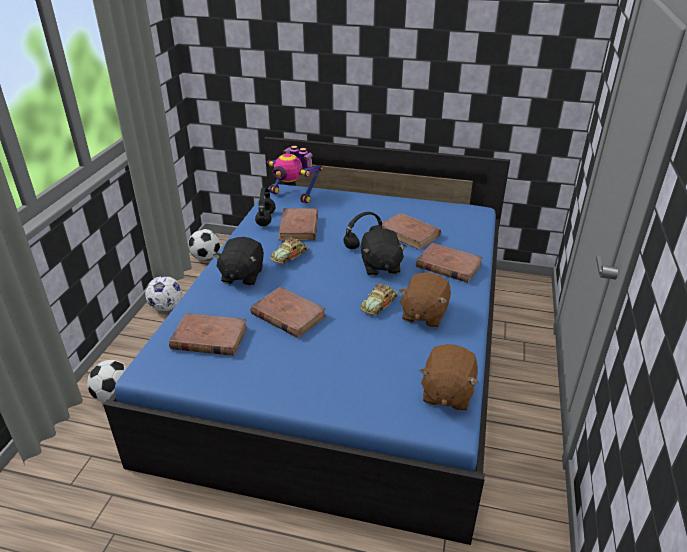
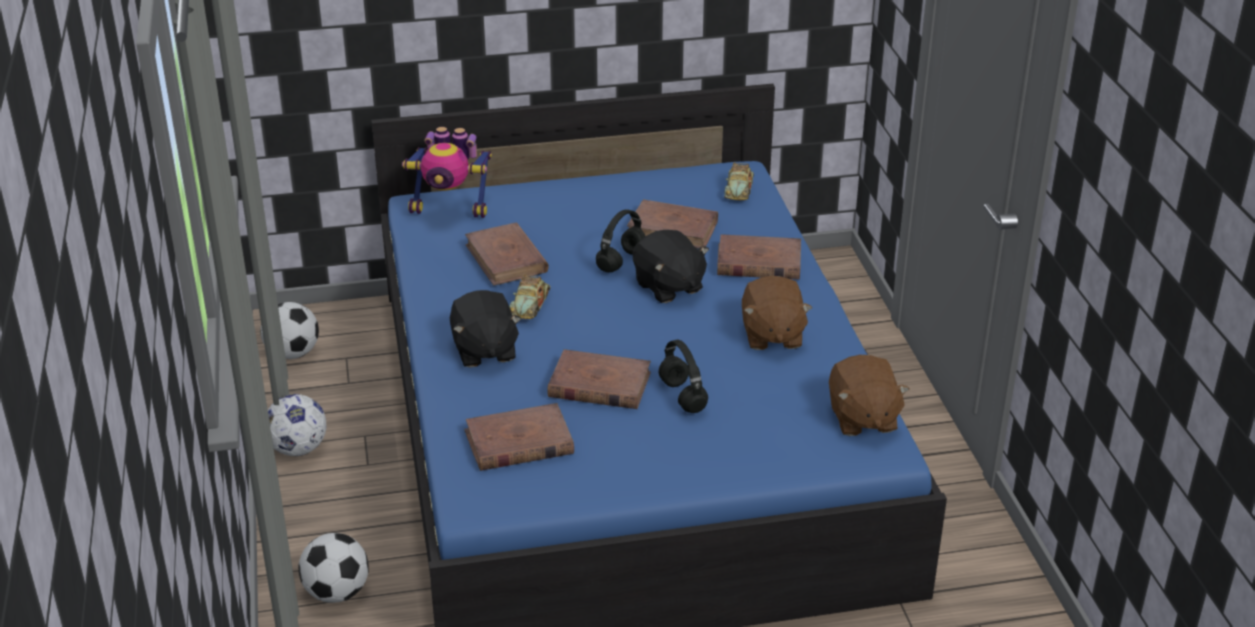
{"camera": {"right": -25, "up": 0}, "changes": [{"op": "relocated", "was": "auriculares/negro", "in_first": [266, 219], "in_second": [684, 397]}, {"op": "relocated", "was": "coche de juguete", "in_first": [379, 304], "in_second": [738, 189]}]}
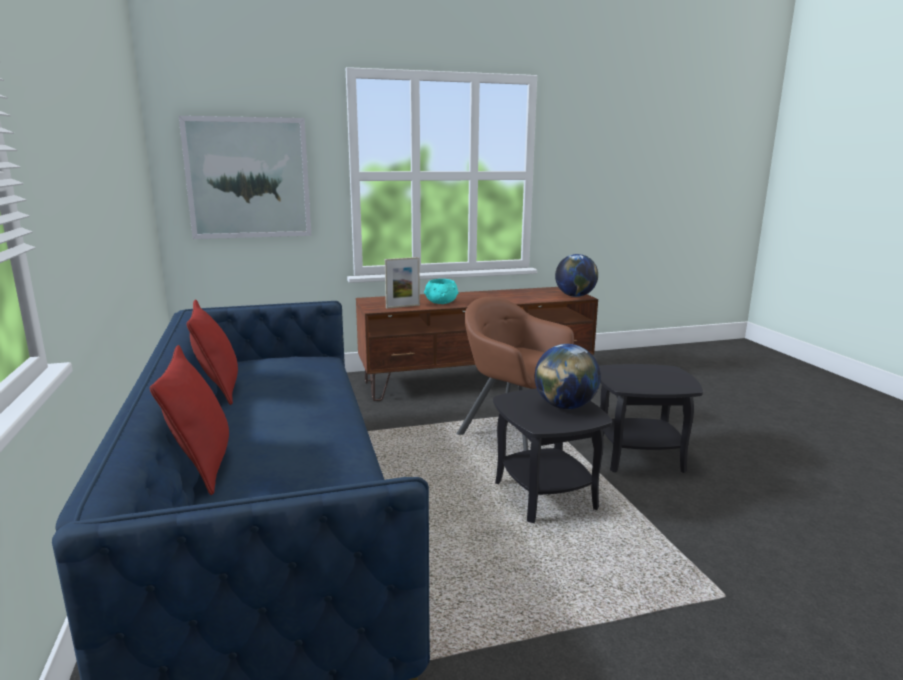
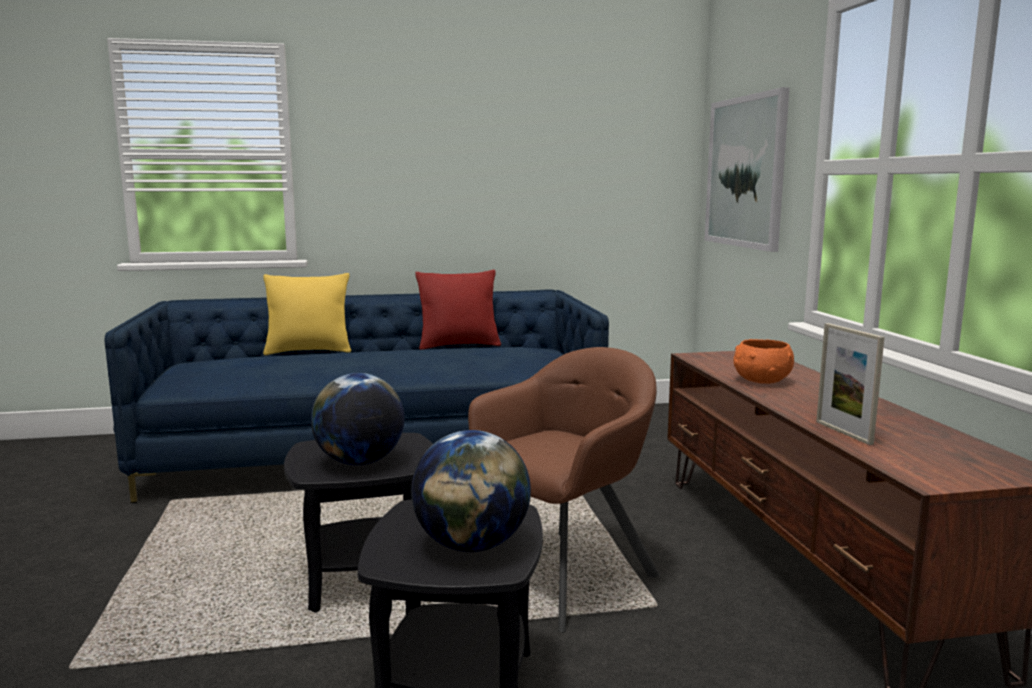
{"camera": {"right": 95, "up": -5}, "changes": [{"op": "relocated", "was": "globo terráqueo", "in_first": [575, 296], "in_second": [472, 545]}, {"op": "relocated", "was": "portarretratos", "in_first": [403, 306], "in_second": [843, 432]}, {"op": "colour", "was": "cuenco/turquesa", "now": "cuenco/naranja", "in_first": [441, 303], "in_second": [761, 381]}, {"op": "colour", "was": "cojín/rojo", "now": "cojín/amarillo", "in_first": [202, 466], "in_second": [309, 351]}]}
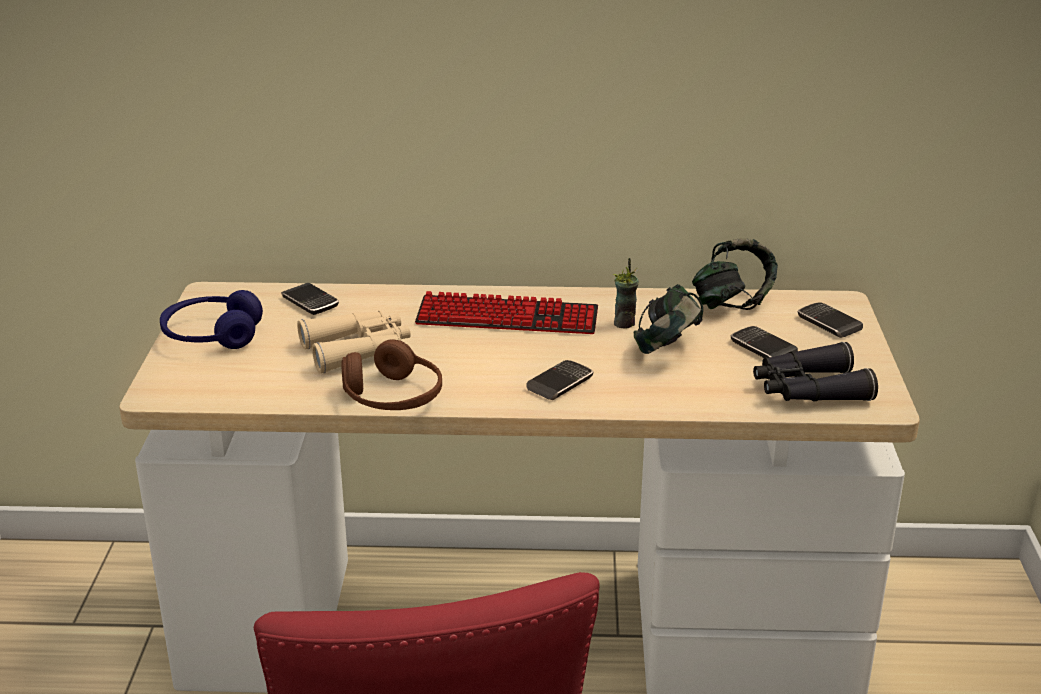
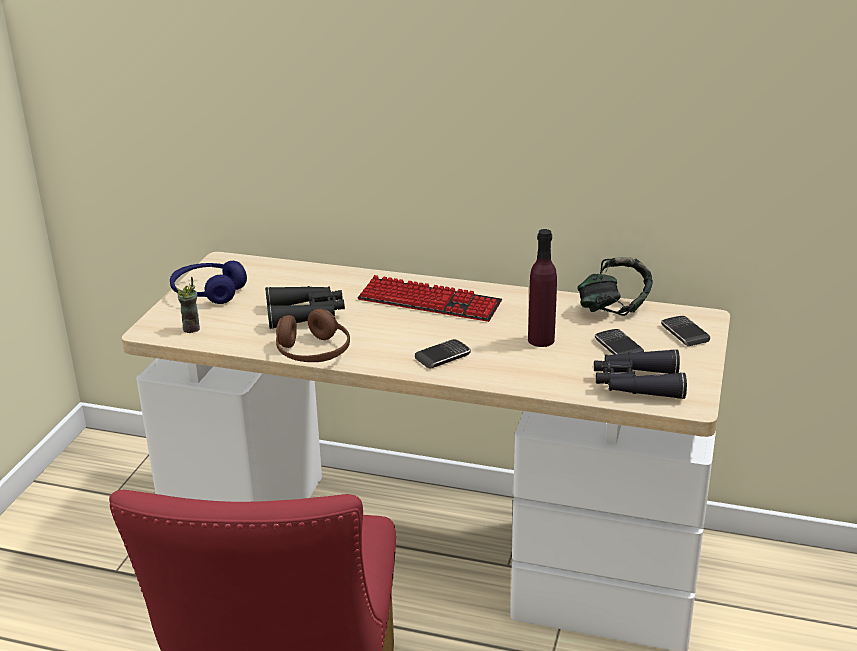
{"camera": {"right": 15, "up": 0}, "changes": [{"op": "relocated", "was": "taza", "in_first": [624, 323], "in_second": [192, 329]}, {"op": "missing", "was": "móvil", "in_first": [310, 302]}, {"op": "exchanged", "was": "auriculares", "now": "botella/morado", "in_first": [668, 349], "in_second": [541, 340]}, {"op": "colour", "was": "prismáticos/beis", "now": "prismáticos/negro", "in_first": [357, 350], "in_second": [306, 314]}]}
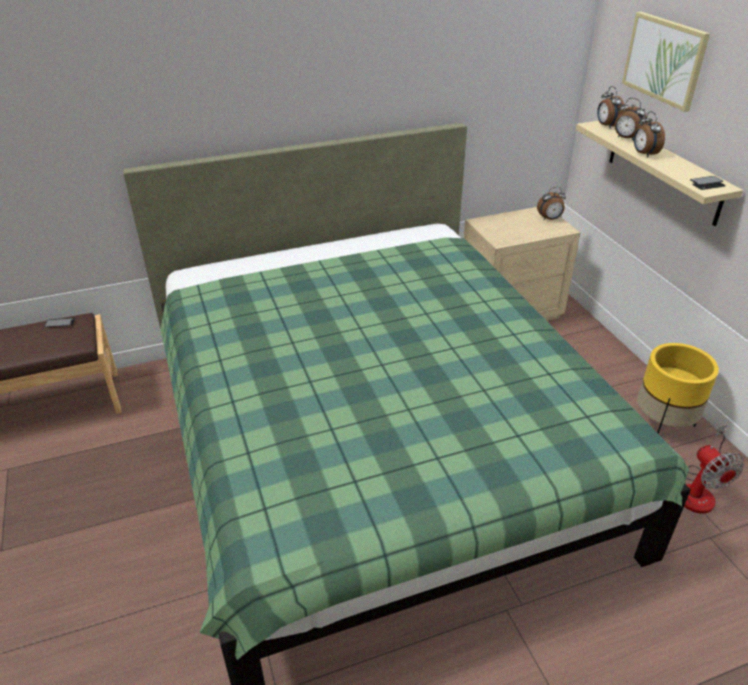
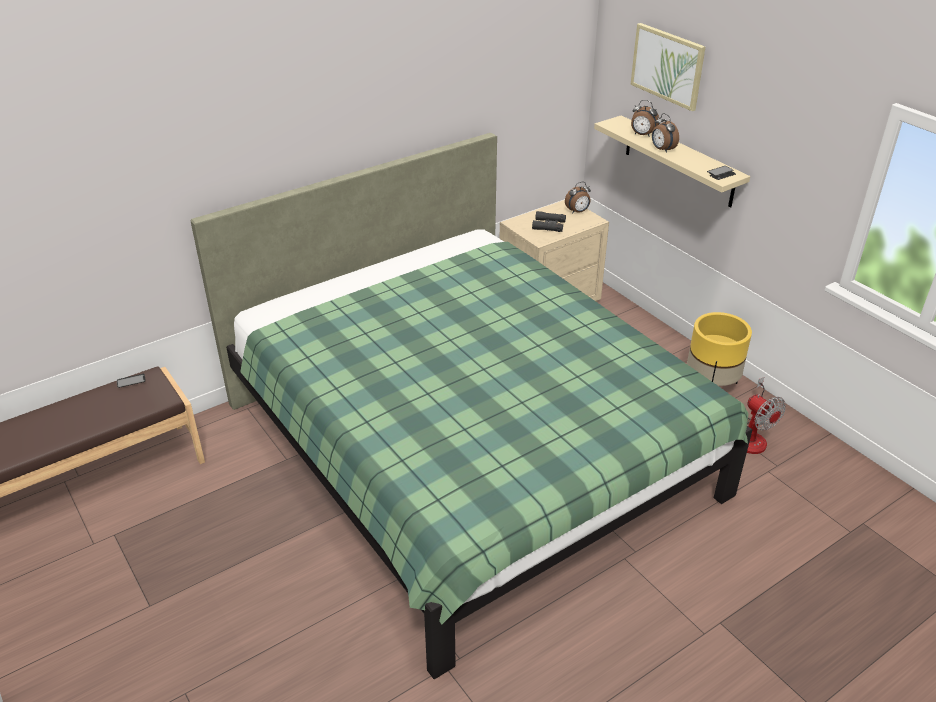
{"camera": {"right": -15, "up": 0}, "changes": [{"op": "missing", "was": "despertador", "in_first": [606, 126]}, {"op": "appeared", "now": "prismáticos/negro", "in_second": [549, 225]}]}
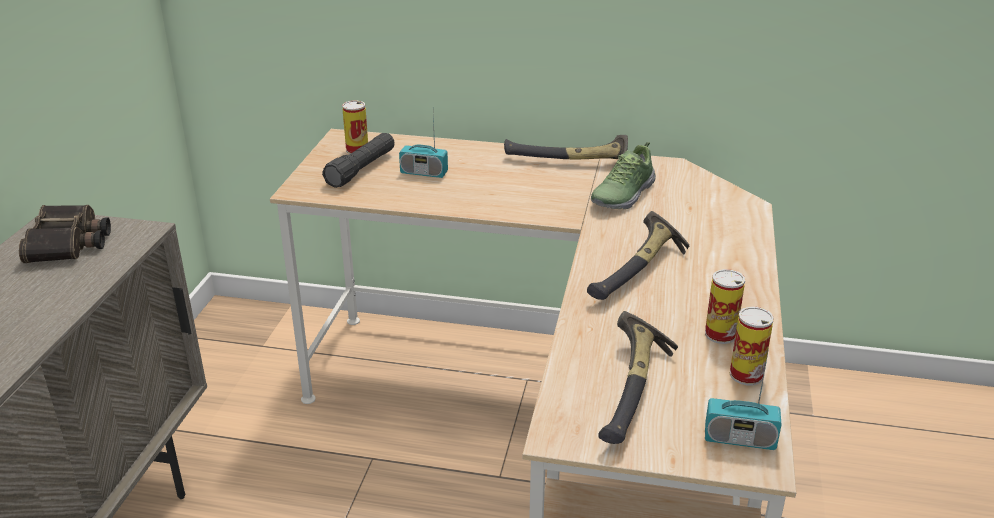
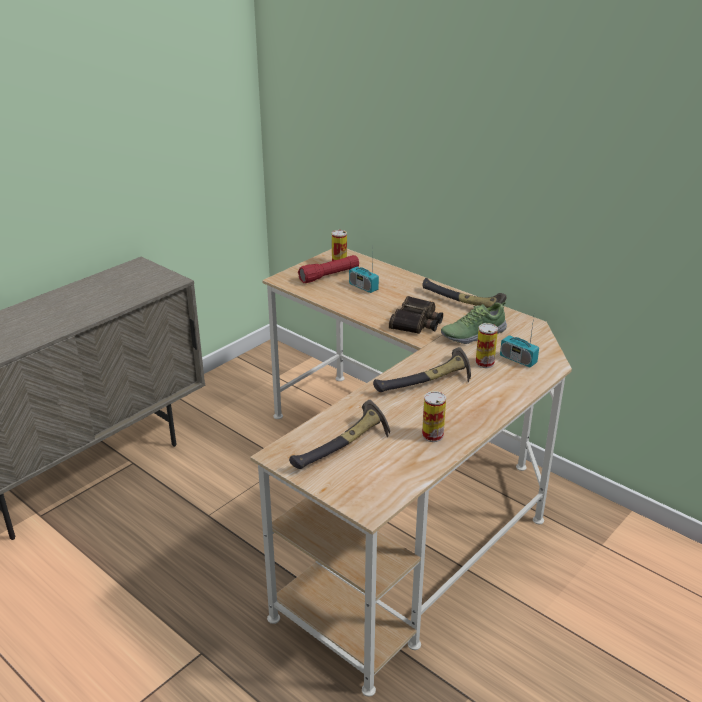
{"camera": {"right": 30, "up": 0}, "changes": [{"op": "colour", "was": "linterna/negro", "now": "linterna/rojo", "in_first": [361, 169], "in_second": [329, 276]}, {"op": "relocated", "was": "prismáticos", "in_first": [69, 243], "in_second": [417, 322]}, {"op": "relocated", "was": "lata", "in_first": [746, 375], "in_second": [484, 363]}, {"op": "relocated", "was": "radio", "in_first": [739, 439], "in_second": [518, 360]}]}
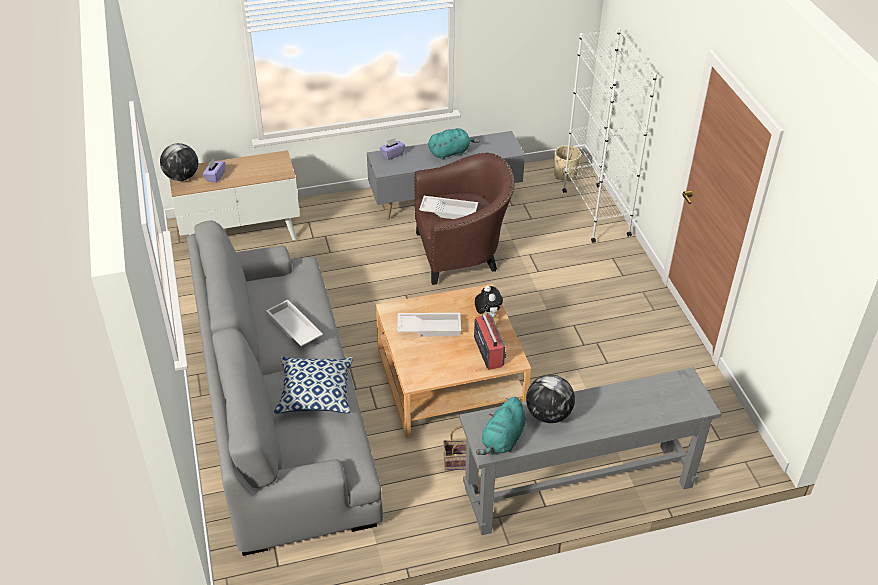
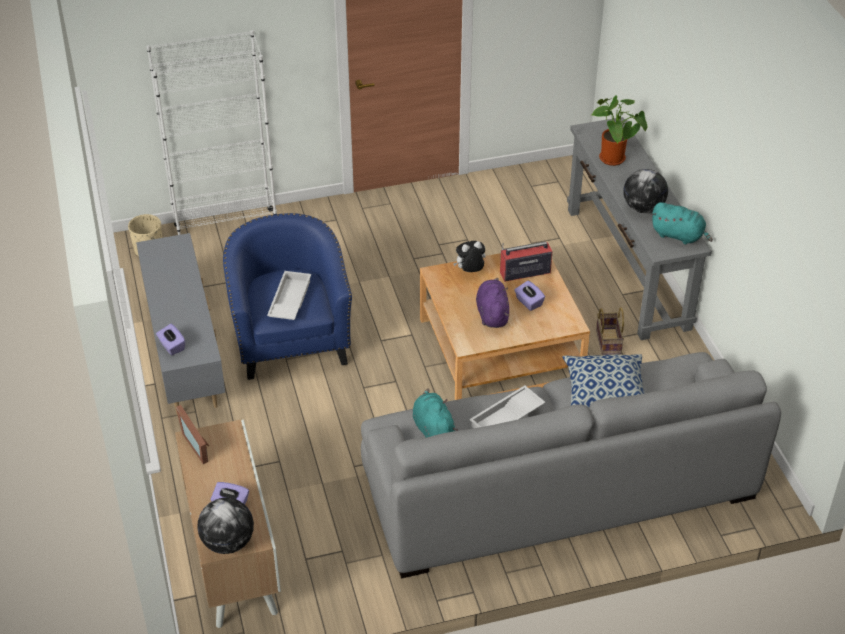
{"camera": {"right": -90, "up": 0}, "changes": [{"op": "relocated", "was": "peluche/turquesa", "in_first": [450, 152], "in_second": [433, 429]}, {"op": "colour", "was": "sillón/marrón", "now": "sillón/azul", "in_first": [462, 253], "in_second": [291, 340]}, {"op": "exchanged", "was": "bandeja/blanco", "now": "peluche/morado", "in_first": [429, 327], "in_second": [492, 314]}, {"op": "appeared", "now": "planta en maceta", "in_second": [614, 160]}, {"op": "appeared", "now": "caja de pañuelos/morado", "in_second": [528, 302]}, {"op": "appeared", "now": "portarretratos", "in_second": [198, 444]}]}
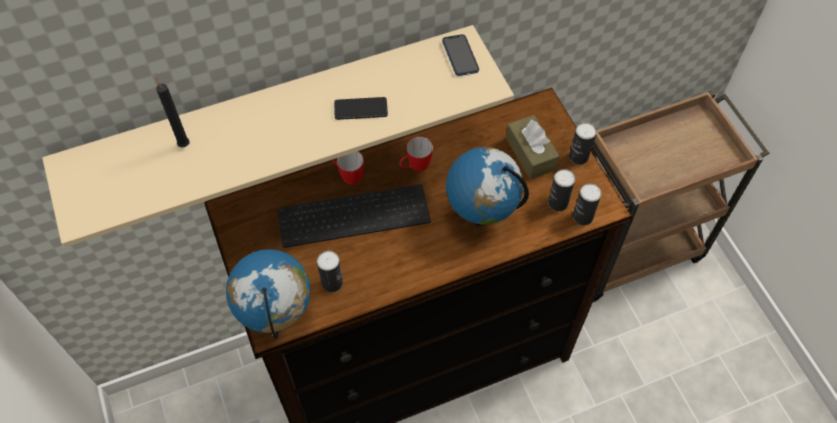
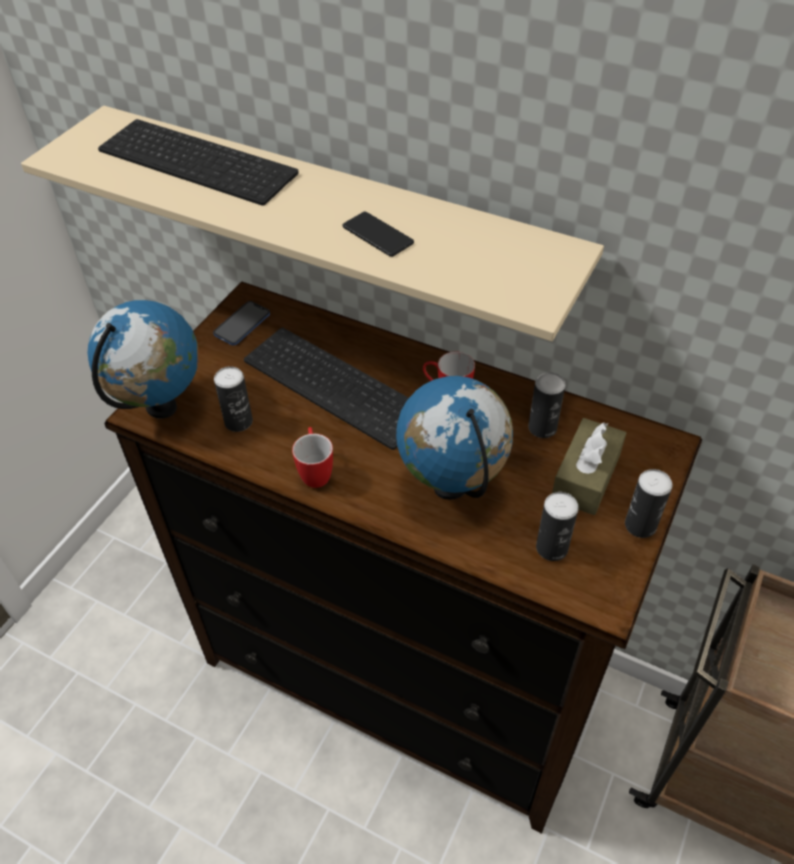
{"camera": {"right": 50, "up": -10}, "changes": [{"op": "relocated", "was": "móvil", "in_first": [460, 56], "in_second": [242, 324]}, {"op": "exchanged", "was": "vela/negro", "now": "teclado", "in_first": [184, 143], "in_second": [201, 160]}, {"op": "relocated", "was": "taza grande", "in_first": [347, 175], "in_second": [315, 471]}, {"op": "relocated", "was": "lata", "in_first": [583, 217], "in_second": [542, 428]}]}
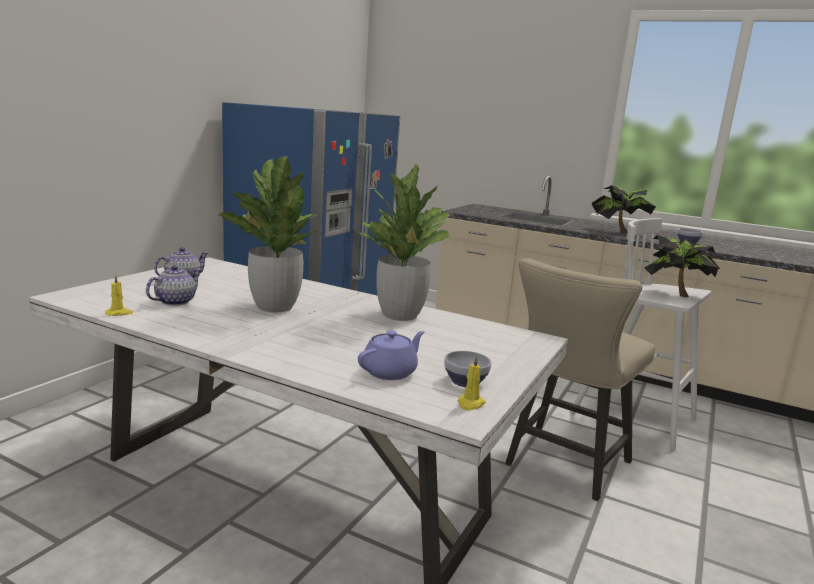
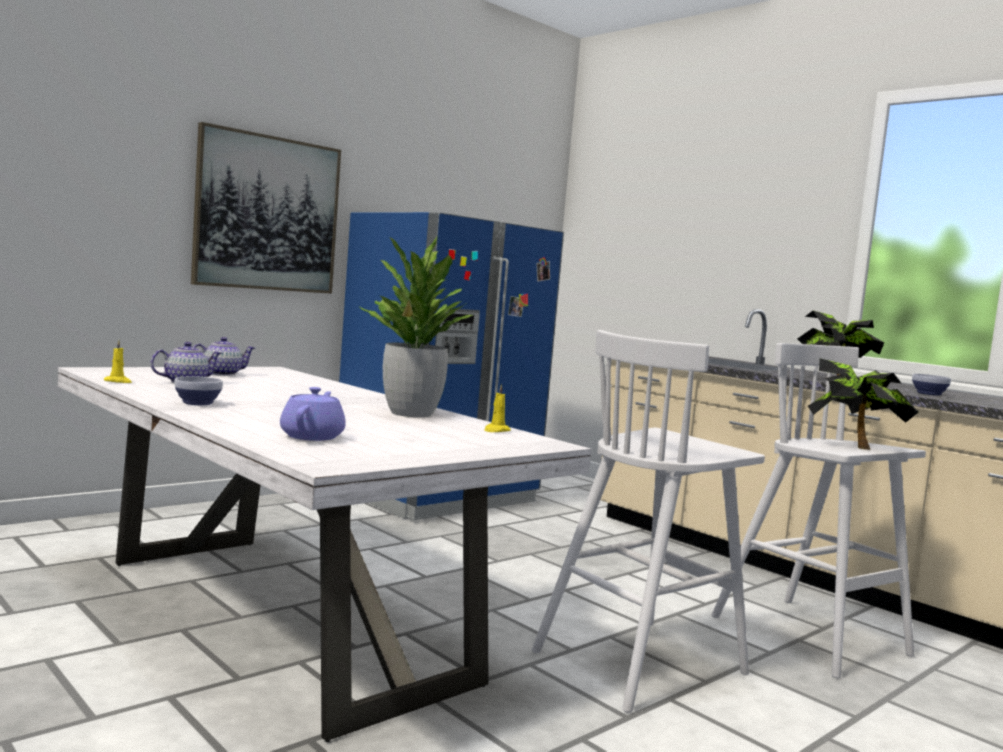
{"camera": {"right": 20, "up": -10}, "changes": [{"op": "missing", "was": "planta en maceta", "in_first": [274, 307]}, {"op": "exchanged", "was": "silla/beis", "now": "taburete/blanco", "in_first": [563, 466], "in_second": [642, 662]}, {"op": "spun", "was": "tetera/morado", "in_first": [390, 372], "in_second": [312, 436], "clockwise": -60}, {"op": "relocated", "was": "cuenco", "in_first": [465, 382], "in_second": [196, 403]}, {"op": "relocated", "was": "vela/amarillo", "in_first": [470, 404], "in_second": [496, 430]}, {"op": "appeared", "now": "cuadro", "in_second": [267, 213]}]}
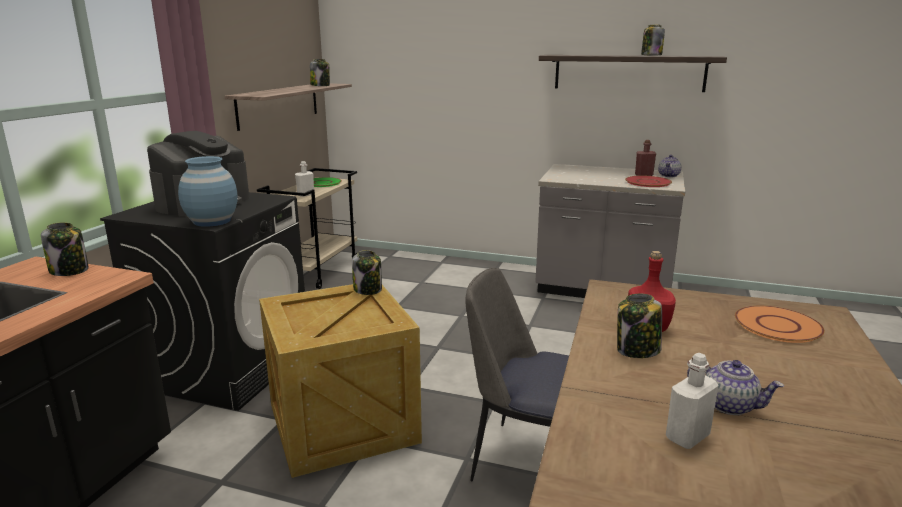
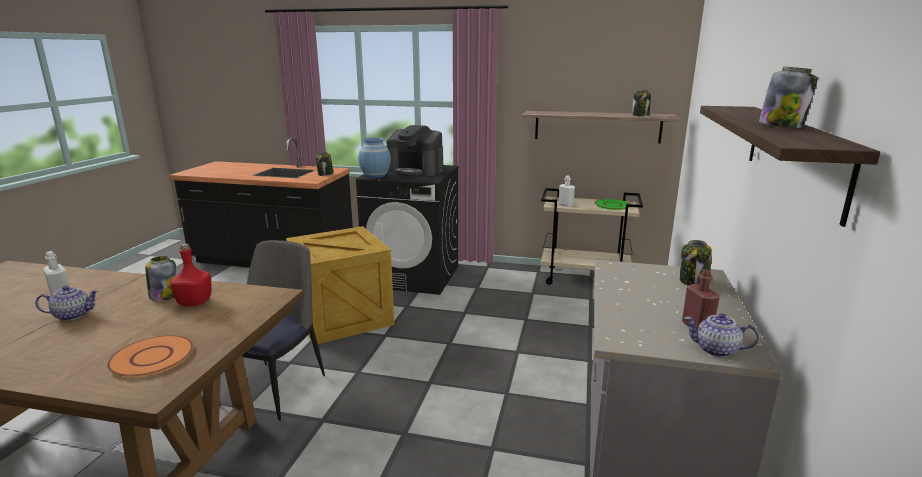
{"camera": {"right": 85, "up": 0}, "changes": [{"op": "missing", "was": "plato/rojo", "in_first": [647, 182]}, {"op": "relocated", "was": "tarro", "in_first": [368, 290], "in_second": [693, 281]}, {"op": "spun", "was": "tetera", "in_first": [729, 405], "in_second": [73, 315], "clockwise": -135}]}
